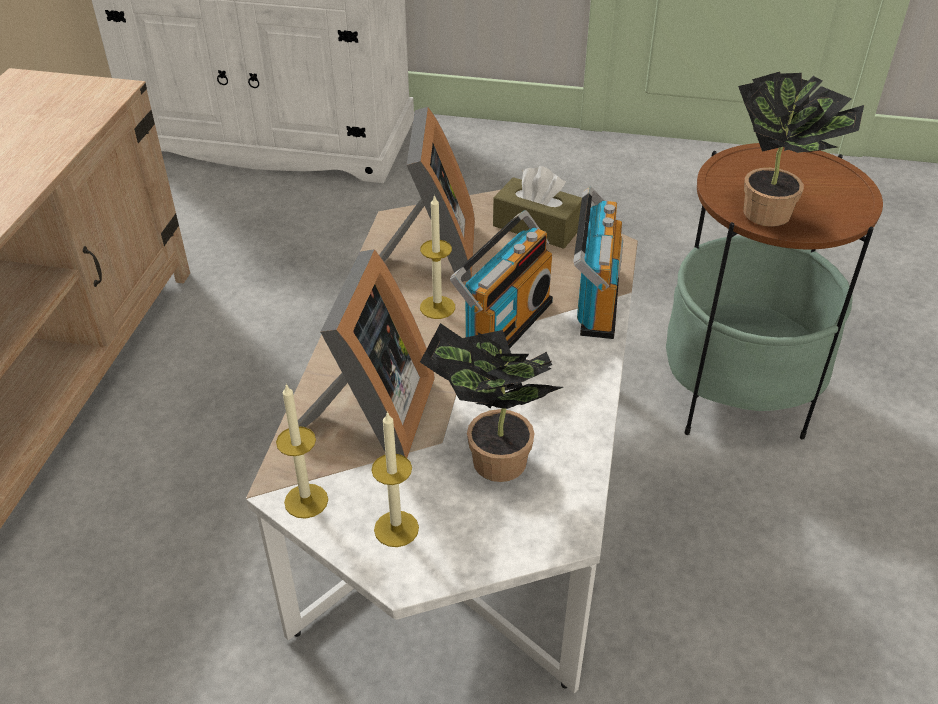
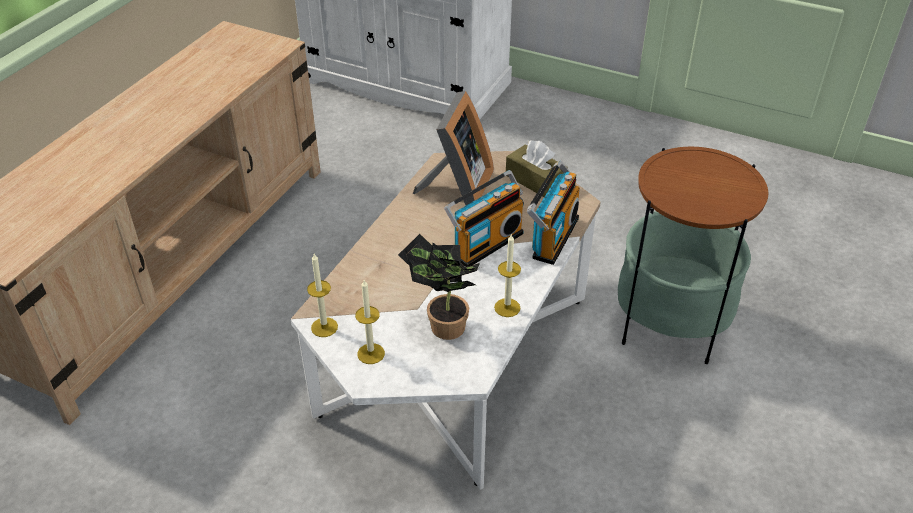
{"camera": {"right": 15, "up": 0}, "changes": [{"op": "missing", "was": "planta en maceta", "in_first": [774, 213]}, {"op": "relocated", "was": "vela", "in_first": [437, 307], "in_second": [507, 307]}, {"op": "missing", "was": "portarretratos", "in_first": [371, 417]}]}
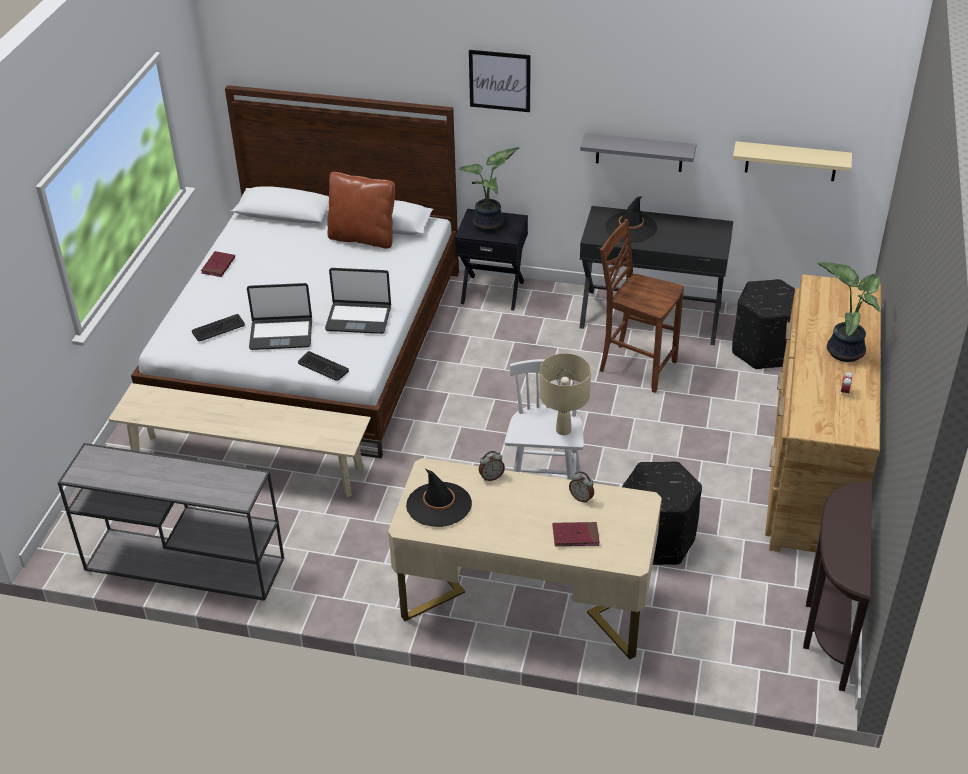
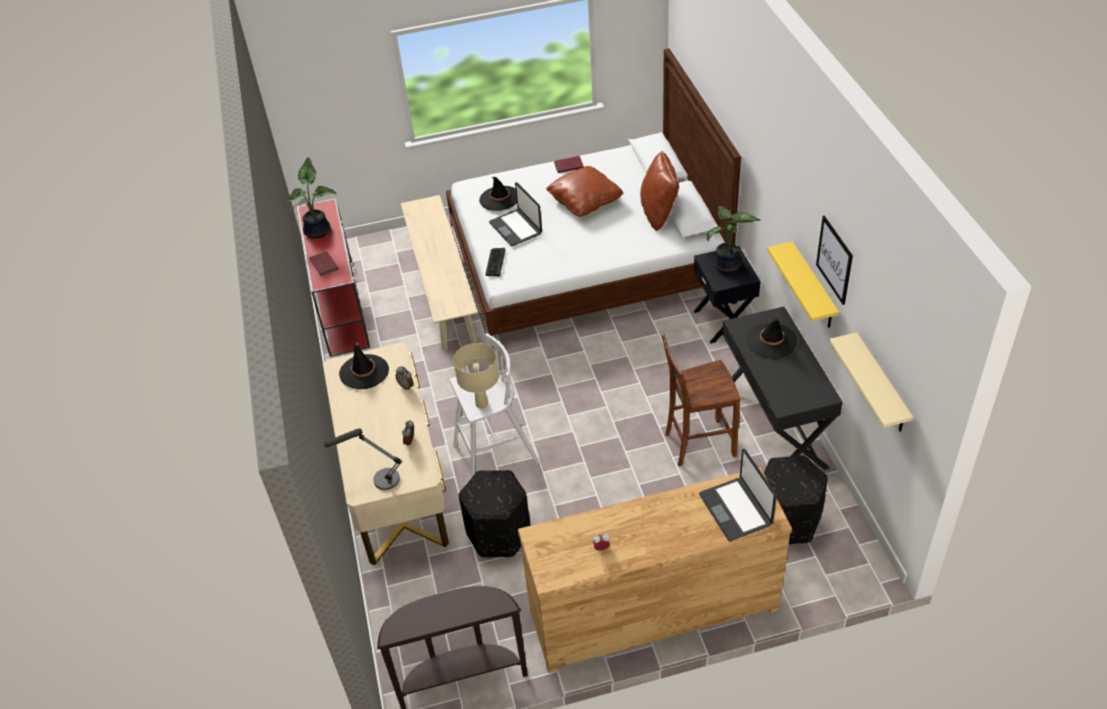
{"camera": {"right": 65, "up": 5}, "changes": [{"op": "relocated", "was": "cuadro", "in_first": [499, 80], "in_second": [834, 260]}, {"op": "colour", "was": "estante/gris", "now": "estante/amarillo", "in_first": [639, 152], "in_second": [813, 287]}, {"op": "spun", "was": "silla/marrón", "in_first": [636, 366], "in_second": [697, 444], "clockwise": -105}, {"op": "relocated", "was": "planta en maceta", "in_first": [844, 350], "in_second": [319, 230]}, {"op": "relocated", "was": "portátil", "in_first": [358, 318], "in_second": [736, 509]}, {"op": "exchanged", "was": "teclado", "now": "sombrero/negro", "in_first": [218, 328], "in_second": [499, 198]}, {"op": "colour", "was": "mesa consola/gris", "now": "mesa consola/rojo", "in_first": [182, 564], "in_second": [340, 306]}, {"op": "relocated", "was": "libro/rojo", "in_first": [575, 536], "in_second": [324, 265]}, {"op": "appeared", "now": "cojín/marrón", "in_second": [585, 200]}, {"op": "appeared", "now": "lámpara de mesa", "in_second": [378, 482]}]}
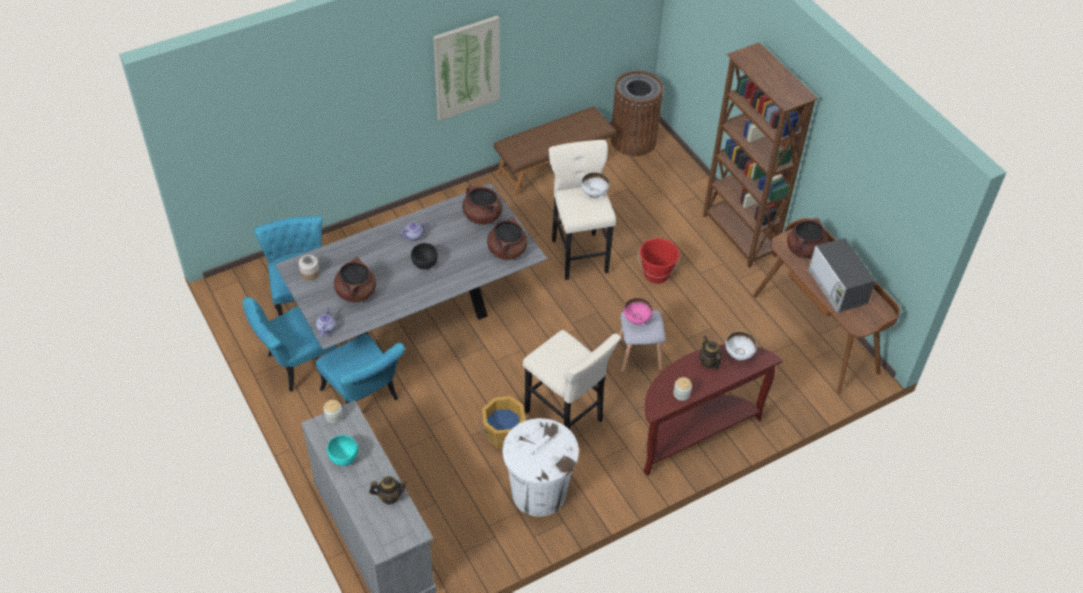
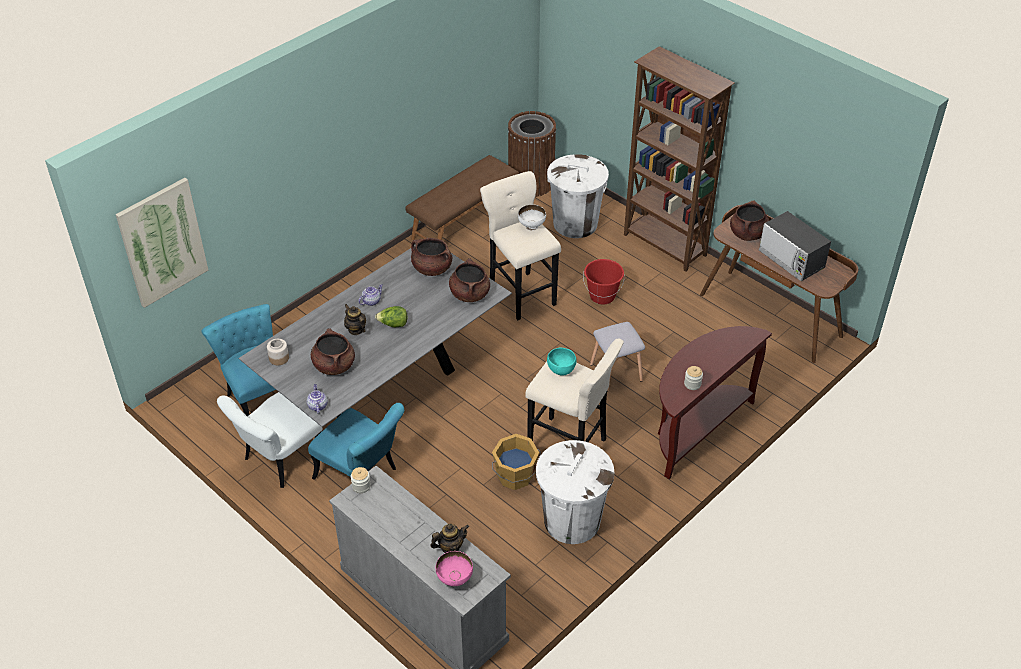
{"camera": {"right": -15, "up": -5}, "changes": [{"op": "relocated", "was": "cuadro", "in_first": [466, 68], "in_second": [162, 242]}, {"op": "exchanged", "was": "cuenco/negro", "now": "lechuga", "in_first": [425, 264], "in_second": [393, 324]}, {"op": "colour", "was": "silla/turquesa", "now": "silla/blanco", "in_first": [296, 365], "in_second": [278, 461]}, {"op": "relocated", "was": "cuenco/rosa", "in_first": [636, 319], "in_second": [454, 579]}, {"op": "missing", "was": "cuenco/blanco", "in_first": [738, 354]}, {"op": "relocated", "was": "tetera", "in_first": [709, 362], "in_second": [356, 330]}, {"op": "relocated", "was": "cuenco/turquesa", "in_first": [344, 458], "in_second": [561, 370]}, {"op": "appeared", "now": "papelera/blanco", "in_second": [575, 224]}]}
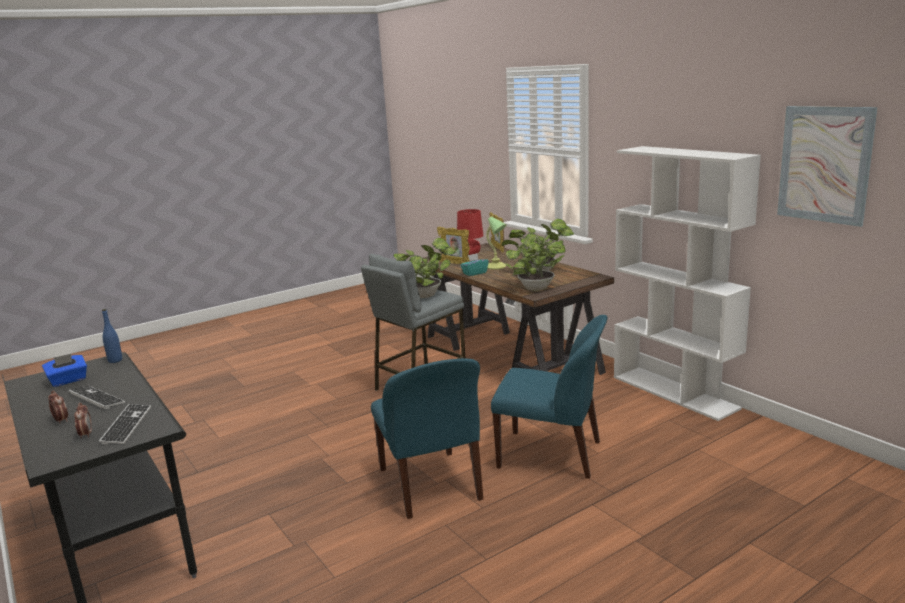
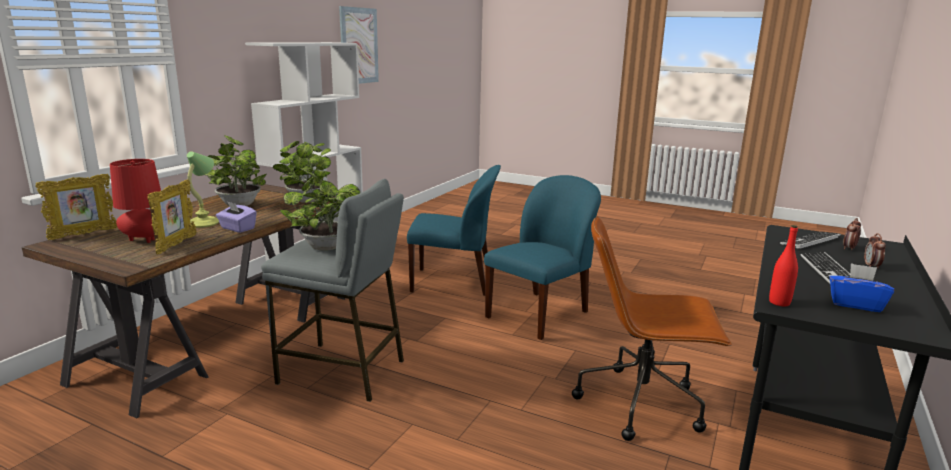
{"camera": {"right": -120, "up": 0}, "changes": [{"op": "colour", "was": "caja de pañuelos/turquesa", "now": "caja de pañuelos/morado", "in_first": [474, 273], "in_second": [237, 228]}, {"op": "colour", "was": "botella/azul", "now": "botella/rojo", "in_first": [115, 360], "in_second": [779, 302]}, {"op": "spun", "was": "silla/azul", "in_first": [552, 455], "in_second": [454, 282], "clockwise": 105}, {"op": "appeared", "now": "silla de oficina/marrón", "in_second": [642, 403]}]}
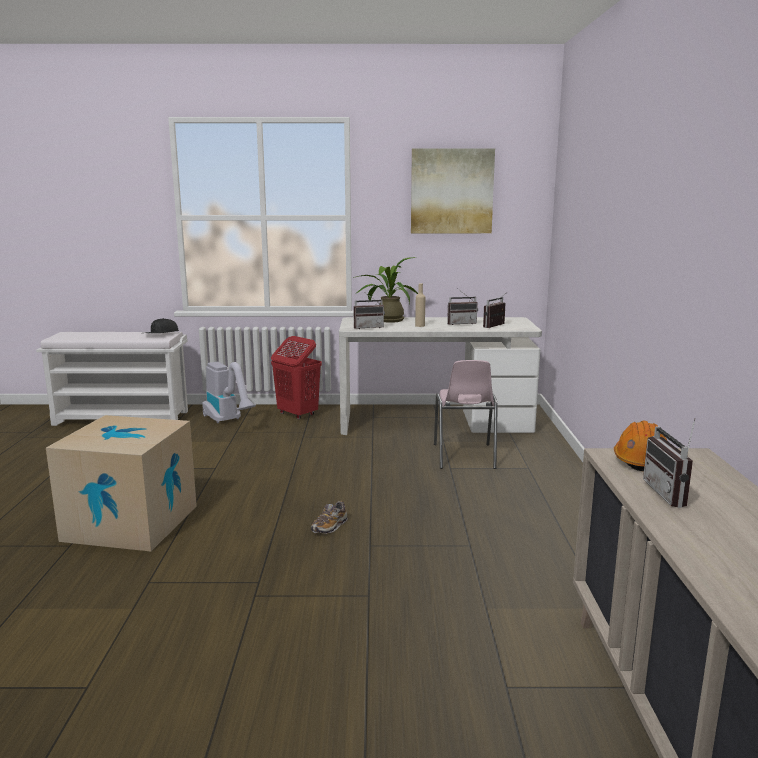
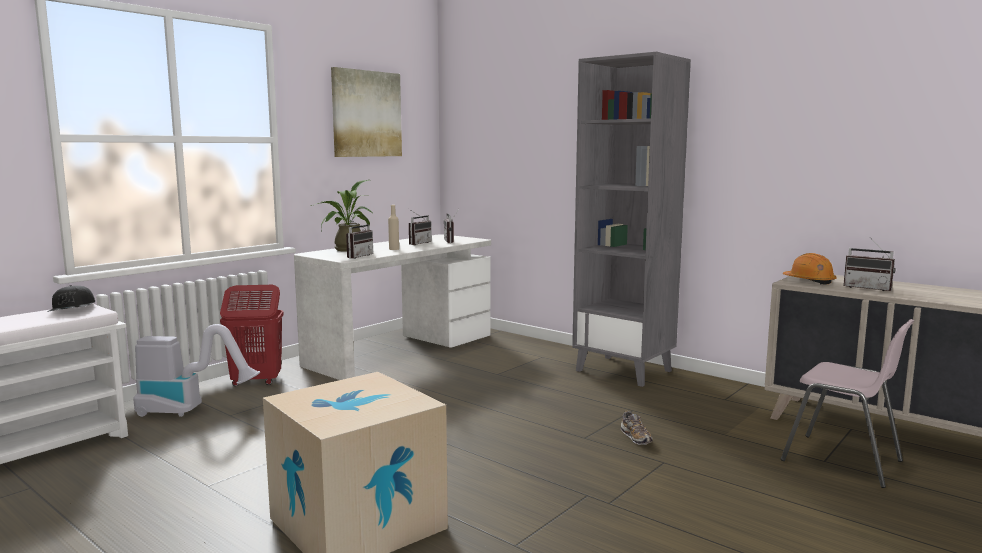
{"camera": {"right": -50, "up": -5}, "changes": [{"op": "relocated", "was": "silla/rosa", "in_first": [464, 456], "in_second": [843, 461]}, {"op": "relocated", "was": "zapato", "in_first": [330, 526], "in_second": [636, 437]}, {"op": "appeared", "now": "estantería/gris", "in_second": [624, 370]}]}
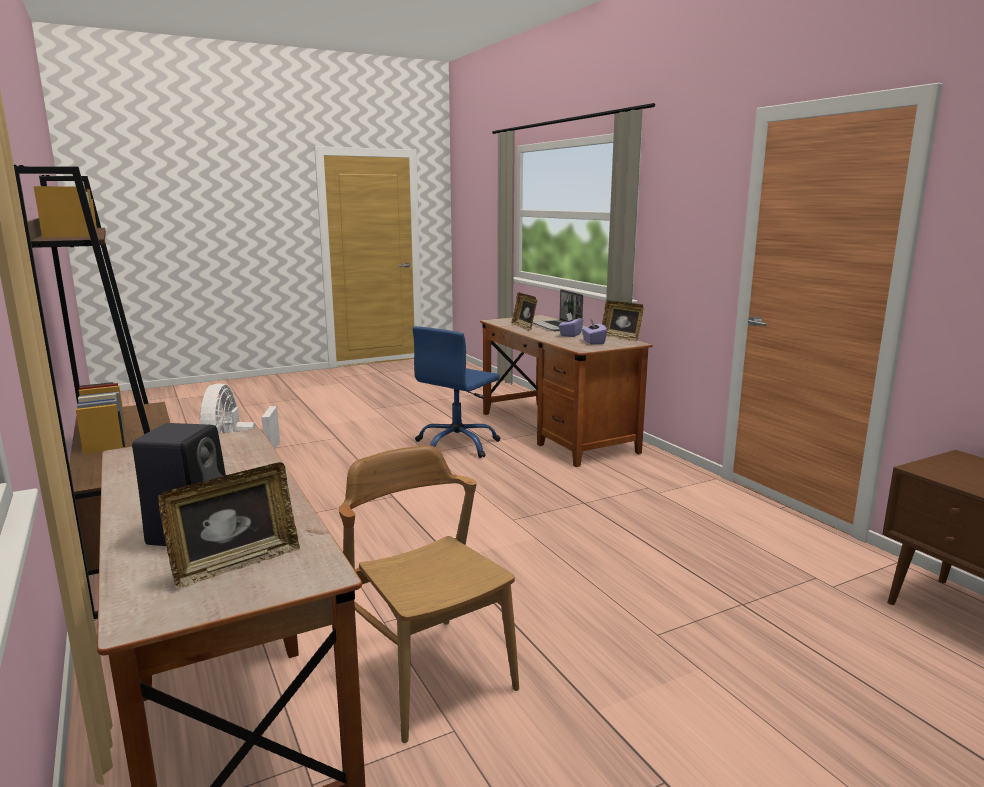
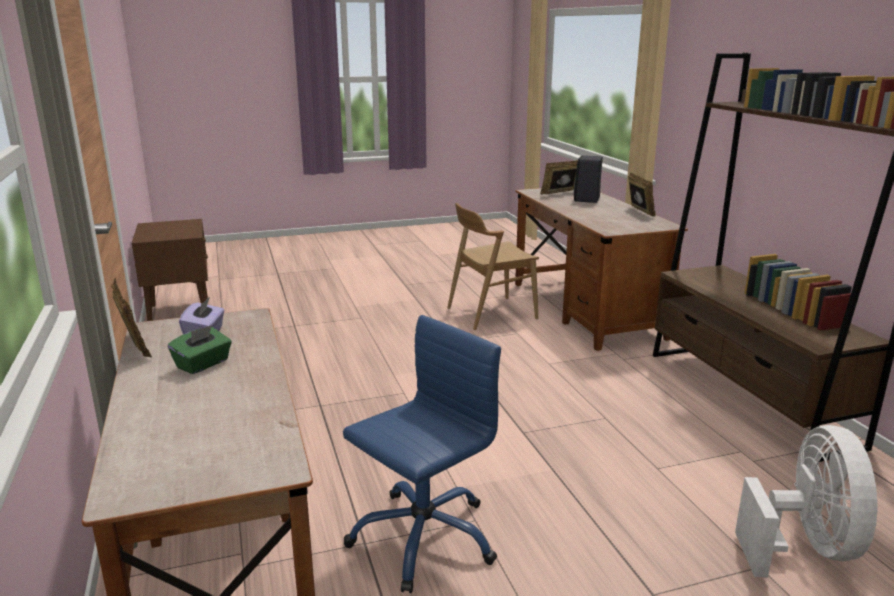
{"camera": {"right": -170, "up": 5}, "changes": [{"op": "missing", "was": "portátil", "in_first": [557, 327]}, {"op": "relocated", "was": "portarretratos", "in_first": [524, 327], "in_second": [639, 212]}, {"op": "colour", "was": "caja de pañuelos/morado", "now": "caja de pañuelos/verde", "in_first": [570, 335], "in_second": [203, 364]}, {"op": "spun", "was": "silla/marrón", "in_first": [429, 674], "in_second": [491, 313], "clockwise": 90}]}
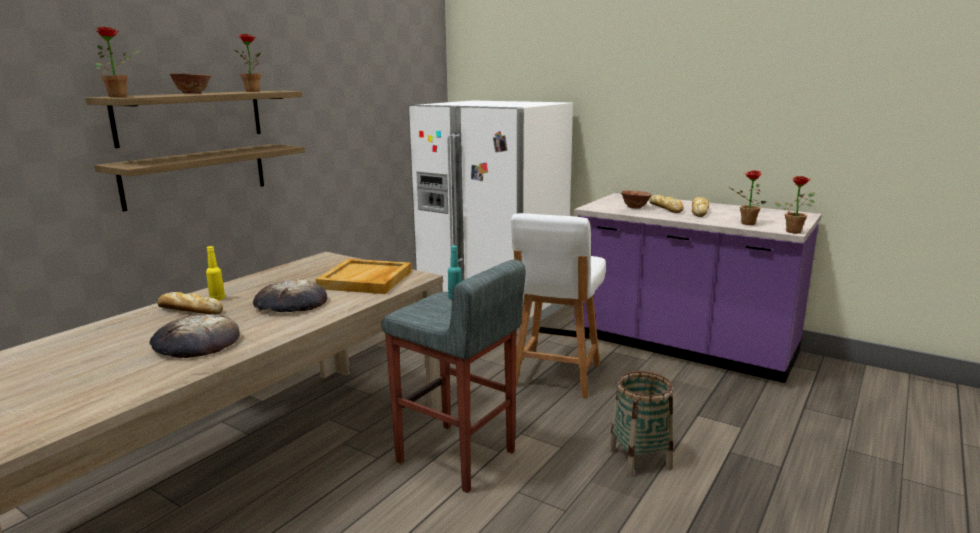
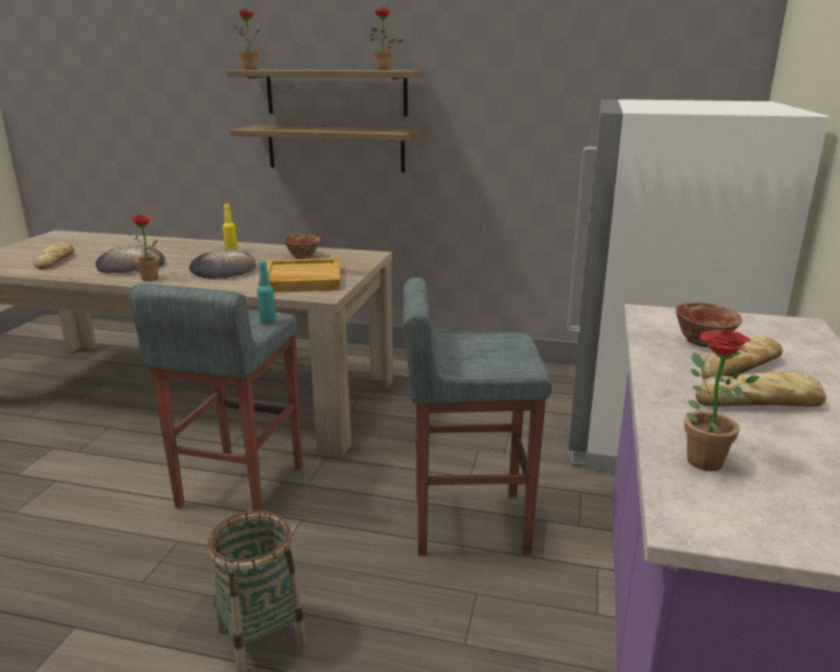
{"camera": {"right": 70, "up": 5}, "changes": [{"op": "relocated", "was": "cuenco", "in_first": [192, 93], "in_second": [303, 257]}, {"op": "relocated", "was": "planta en maceta", "in_first": [794, 231], "in_second": [153, 279]}, {"op": "exchanged", "was": "silla/blanco", "now": "taburete/gris", "in_first": [555, 376], "in_second": [467, 522]}, {"op": "relocated", "was": "pan", "in_first": [189, 310], "in_second": [55, 261]}]}
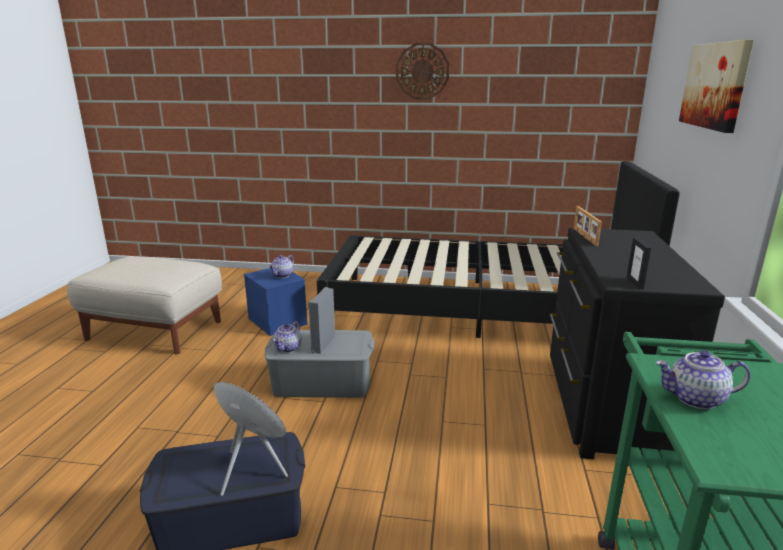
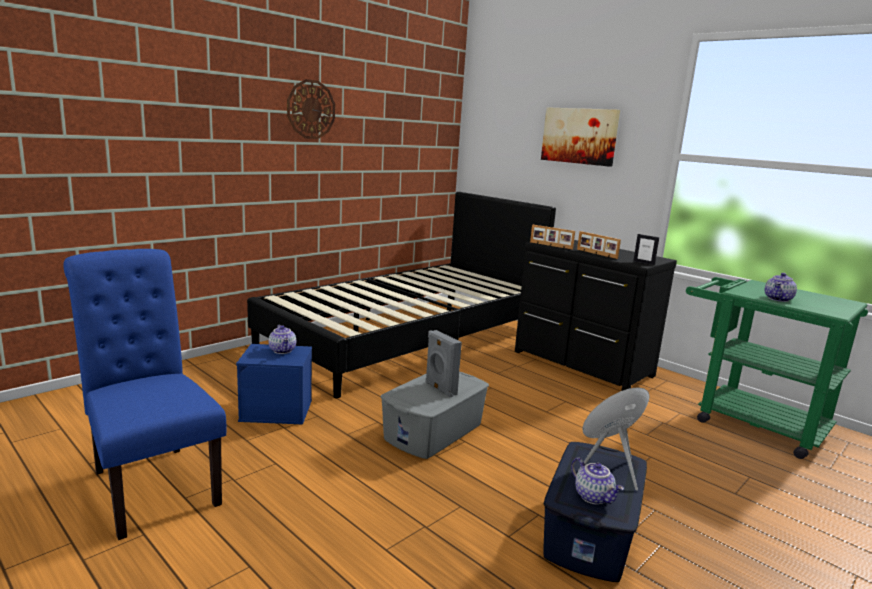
{"camera": {"right": -55, "up": -5}, "changes": [{"op": "exchanged", "was": "puf/beis", "now": "silla/azul", "in_first": [155, 330], "in_second": [151, 483]}, {"op": "relocated", "was": "tetera", "in_first": [288, 348], "in_second": [594, 497]}, {"op": "appeared", "now": "portarretratos", "in_second": [596, 254]}]}
